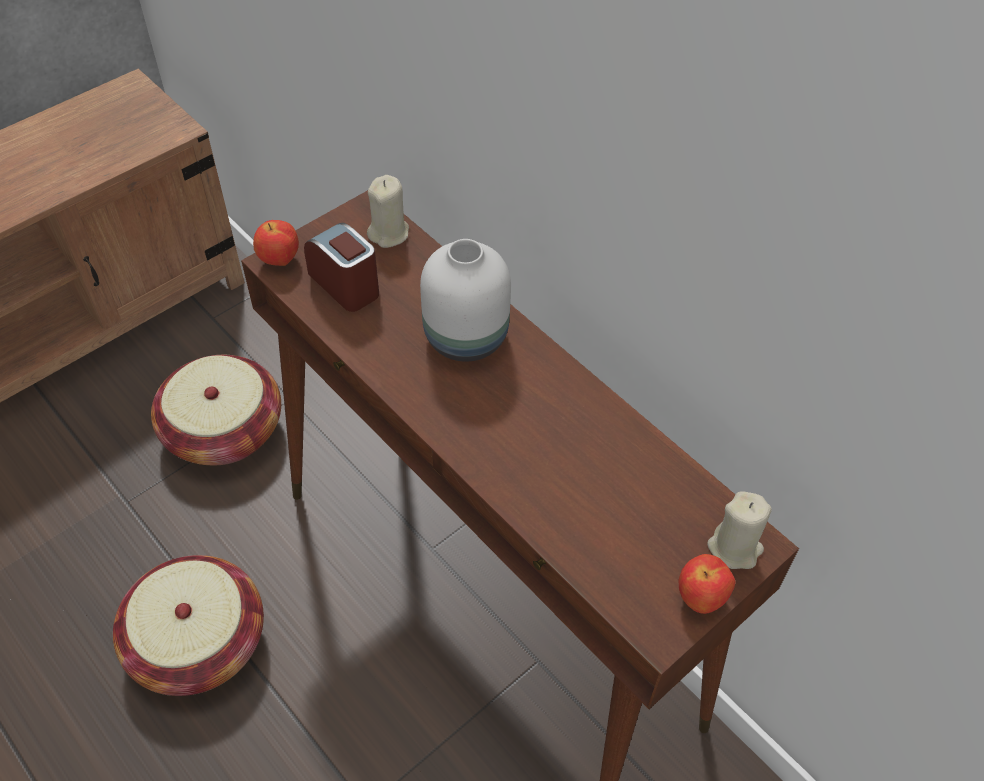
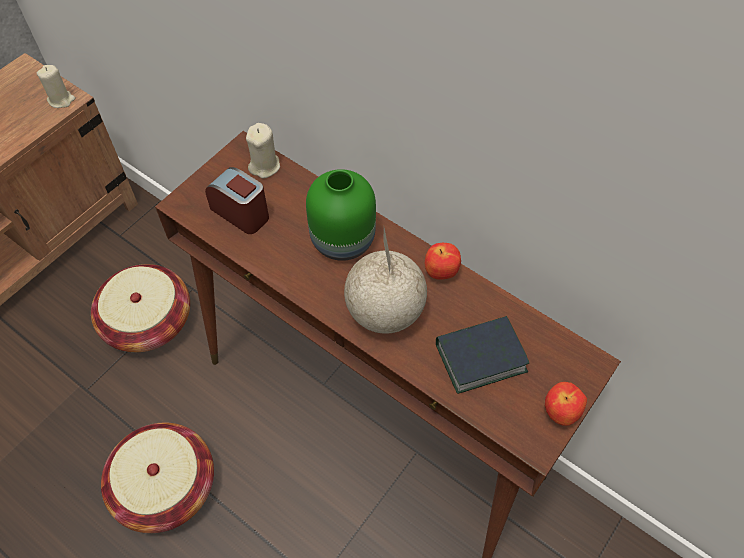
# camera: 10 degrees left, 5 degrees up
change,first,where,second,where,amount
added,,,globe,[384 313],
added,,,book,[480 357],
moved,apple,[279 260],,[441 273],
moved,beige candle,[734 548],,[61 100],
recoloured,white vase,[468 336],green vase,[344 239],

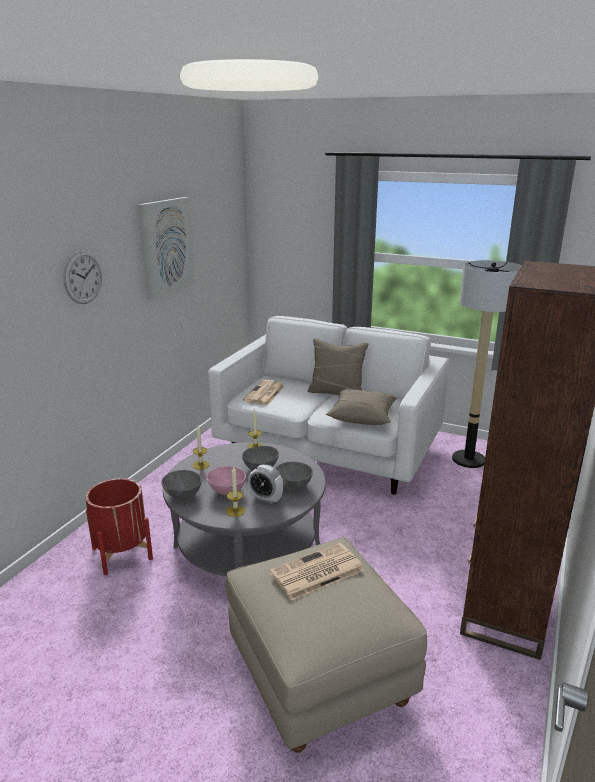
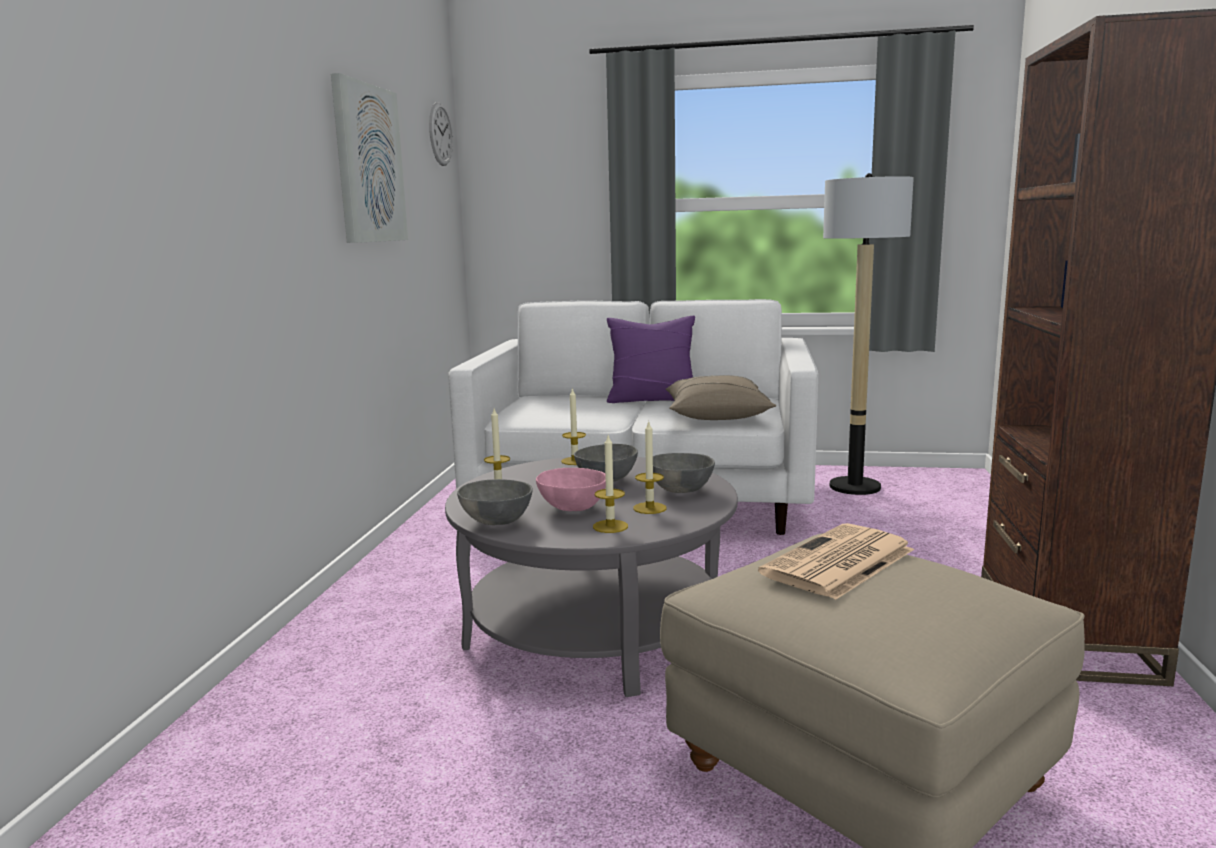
# camera: 15 degrees left, 10 degrees down
change,first,where,second,where,amount
removed,red planter,[122 553],,,
removed,newspaper,[264 393],,,
moved,wall clock,[83 277],,[440 134],
replaced,alarm clock,[266 499],candle,[649 508],
recoloured,beige pillow,[337 392],purple pillow,[652 399],

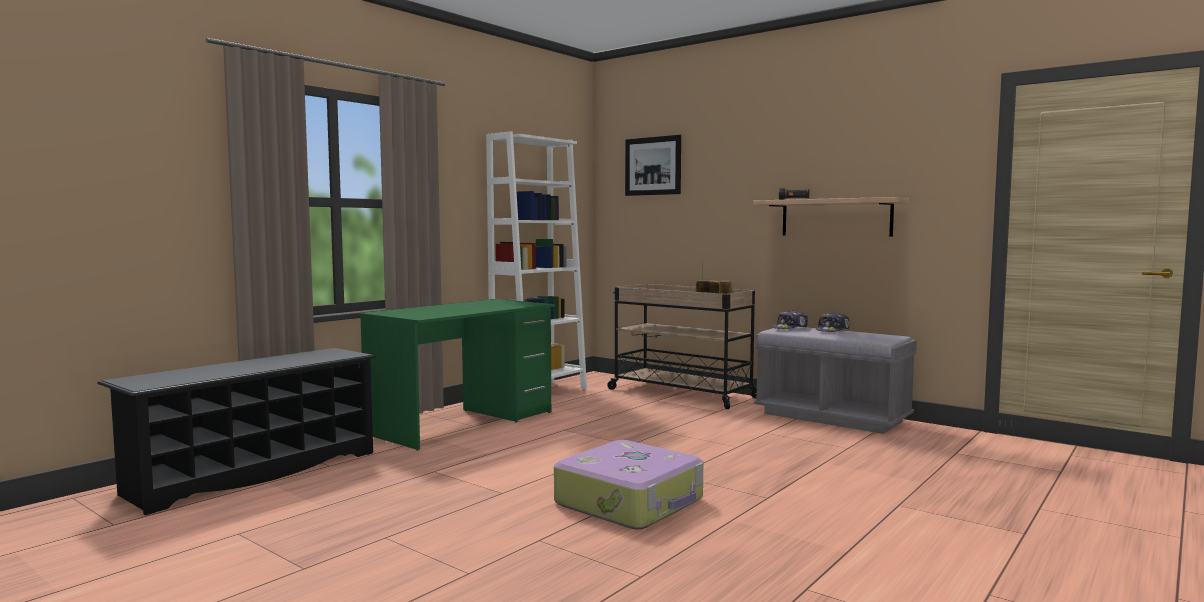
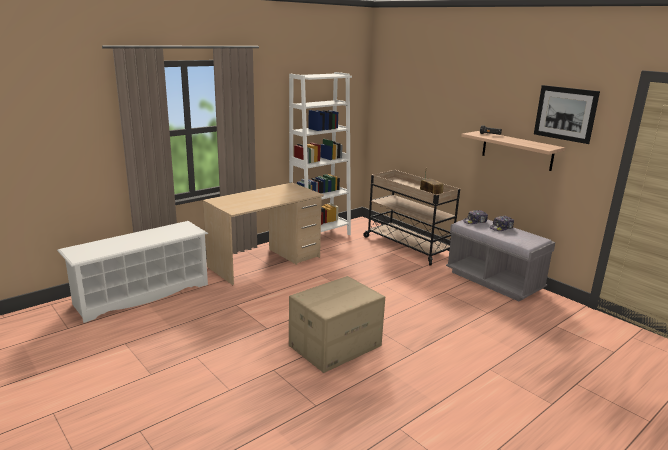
# camera: 10 degrees right, 15 degrees up
change,first,where,second,where,amount
moved,picture,[653 166],,[565 113],
replaced,suitcase,[631 502],cardboard box,[335 345],
recoloured,black shoe rack,[254 472],white shoe rack,[142 294],
recoloured,green desk,[463 423],beige desk,[265 262],

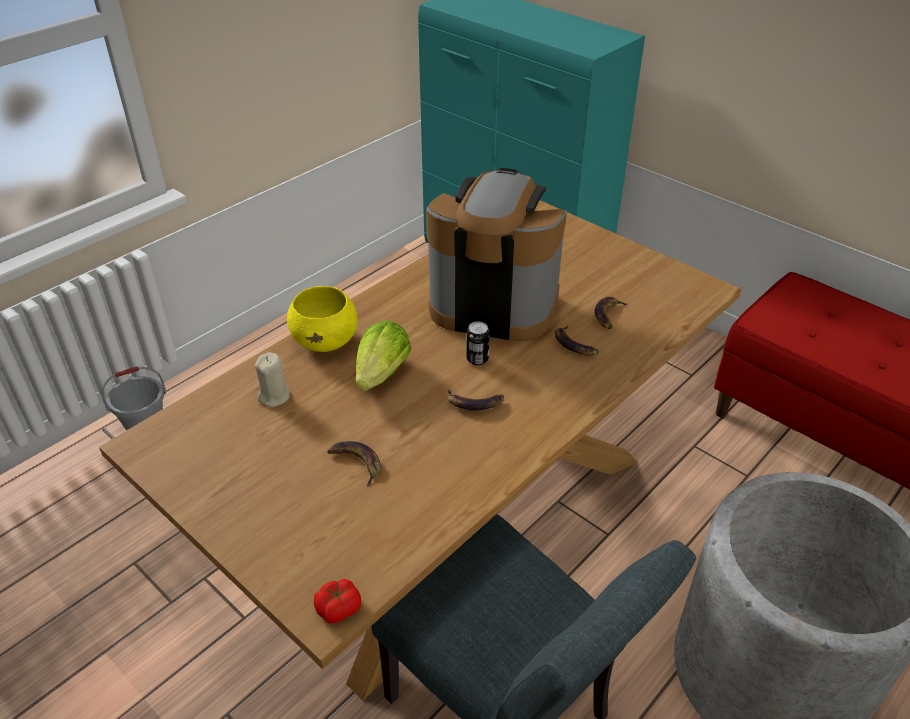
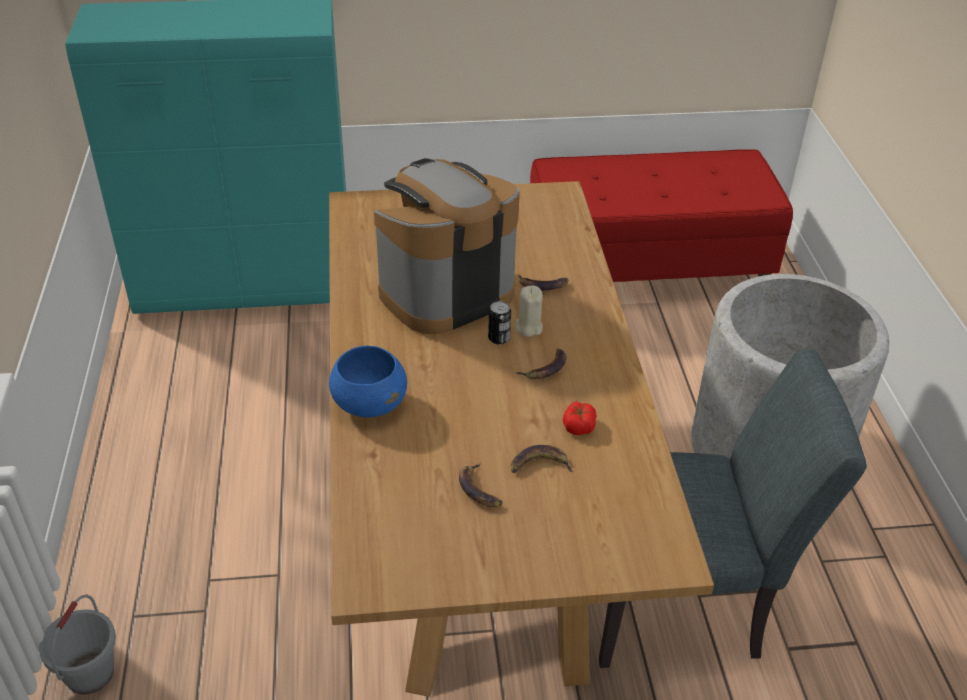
# camera: 50 degrees left, 0 degrees up
change,first,where,second,where,amount
removed,lettuce,[382 374],,,
moved,beige candle,[274 396],,[528 328],
moved,tomato,[338 608],,[578 426],
moved,banana,[608 315],,[479 489],
recoloured,yellow bowl,[326 341],blue bowl,[369 404],

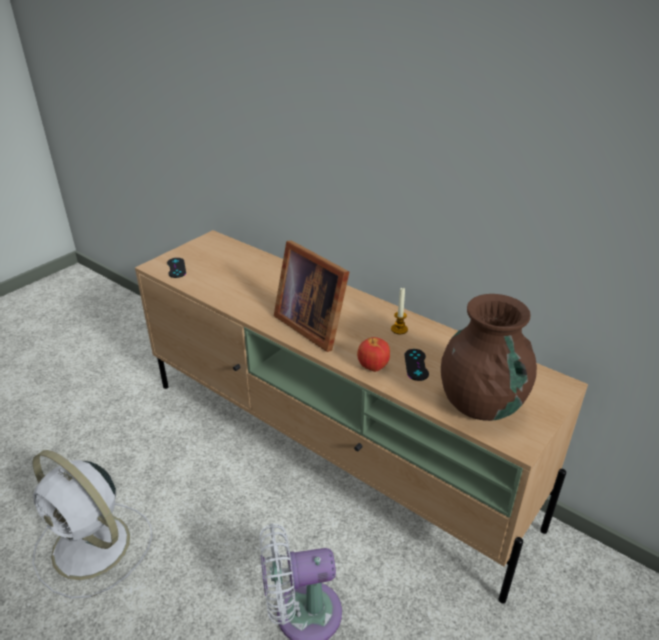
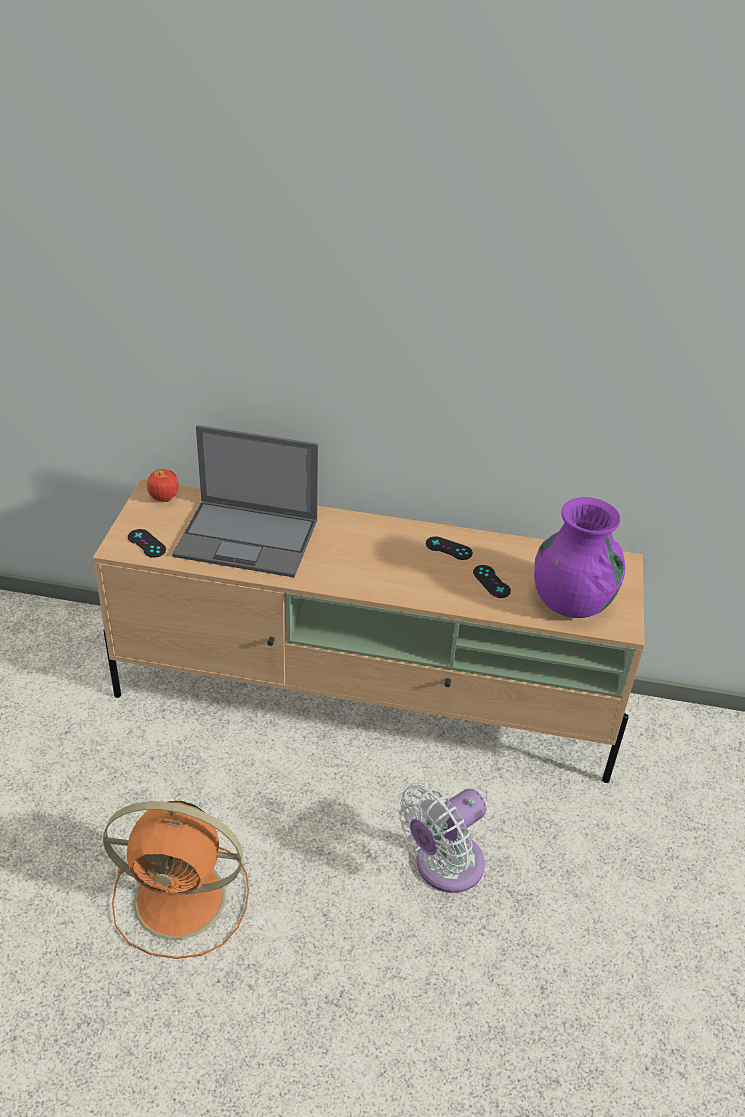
# camera: 30 degrees left, 5 degrees up
change,first,where,second,where,amount
removed,picture frame,[312 324],,,
added,,,laptop,[248 538],
moved,apple,[372 368],,[163 499],
replaced,candle,[399 329],black game controller,[449 548],
recoloured,white fan,[94 548],orange fan,[184 899],
recoloured,brown vase,[481 403],purple vase,[571 601],

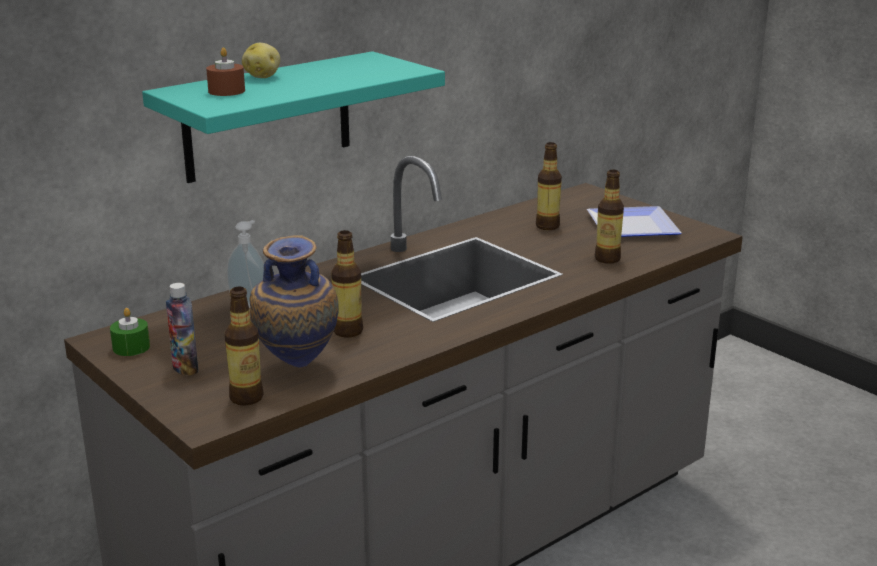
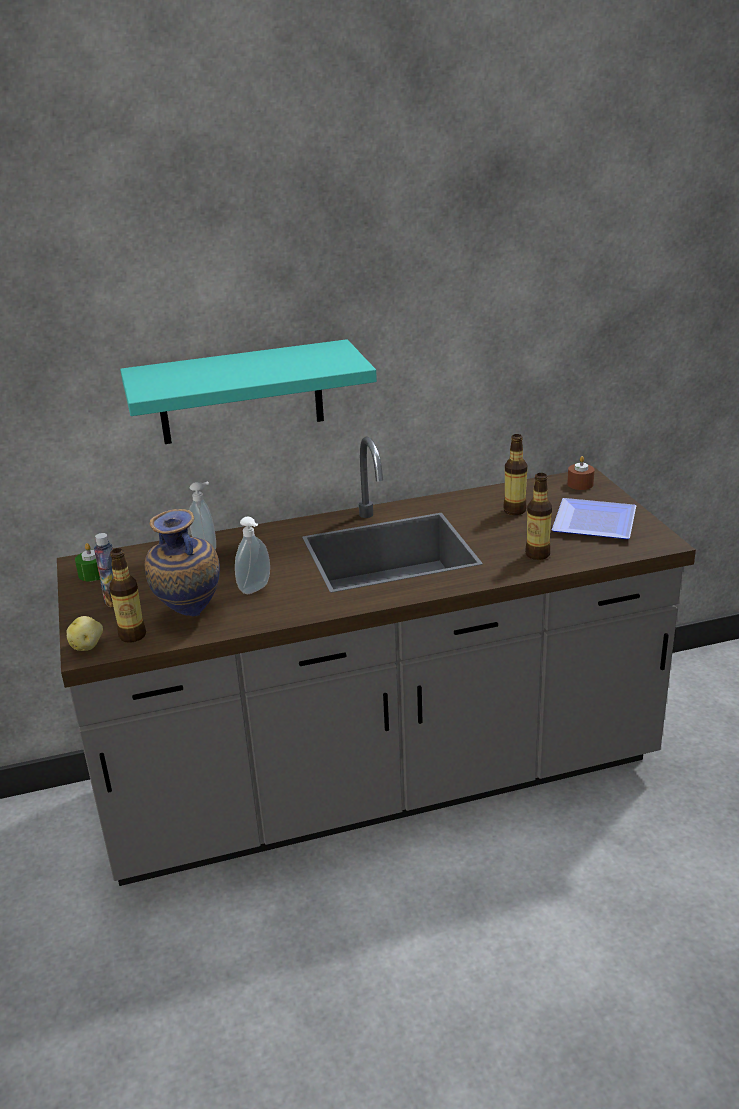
# camera: 25 degrees right, 5 degrees up
change,first,where,second,where,amount
moved,brown candle,[226 91],,[580 484],
moved,potato,[262 76],,[87 646],
replaced,bottle,[348 331],soap dispenser,[256 589],

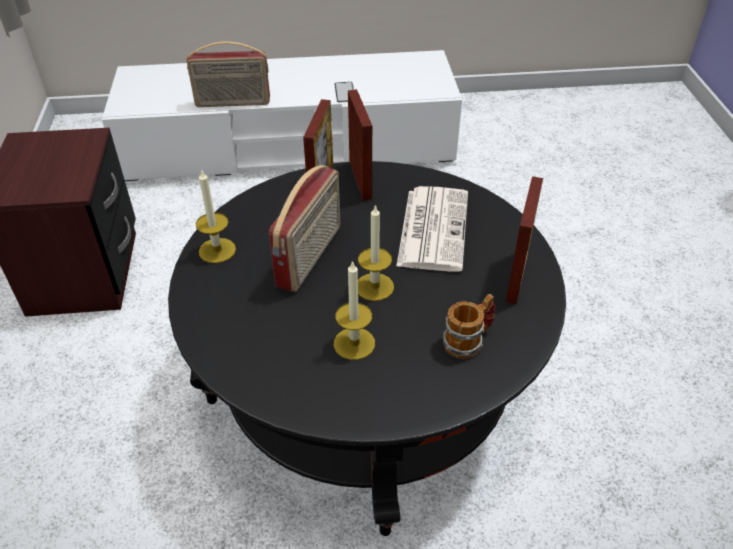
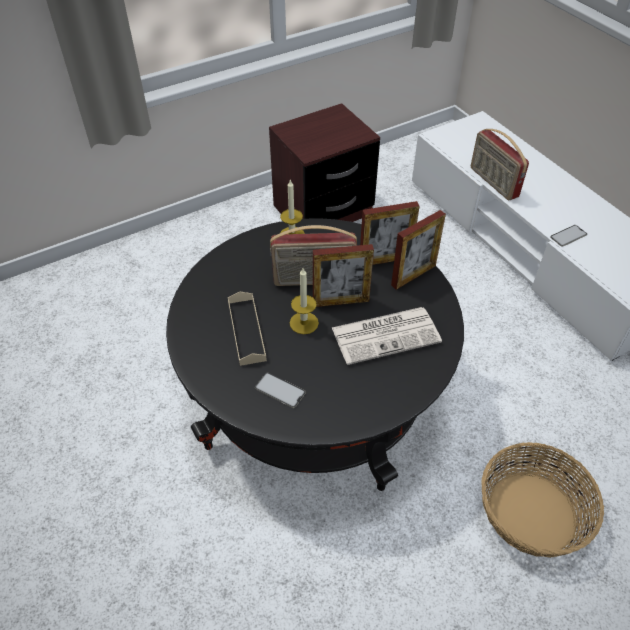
# camera: 65 degrees right, 5 degrees up
change,first,where,second,where,amount
added,,,basket,[532 513],
moved,picture frame,[517 277],,[341 301],
replaced,candle,[354 343],beige tray,[246 331],
replaced,mug,[468 341],phone,[280 390],

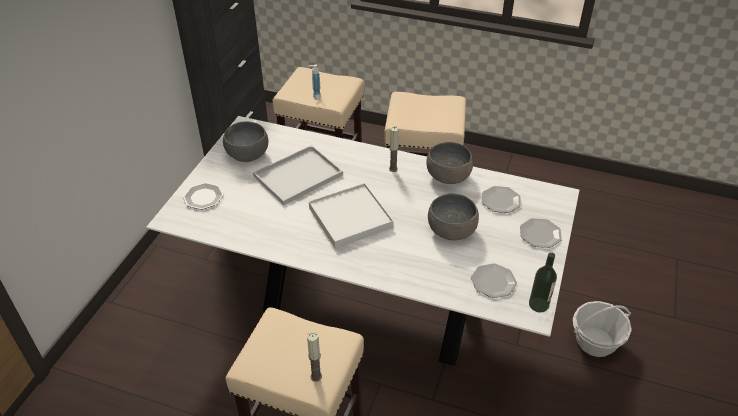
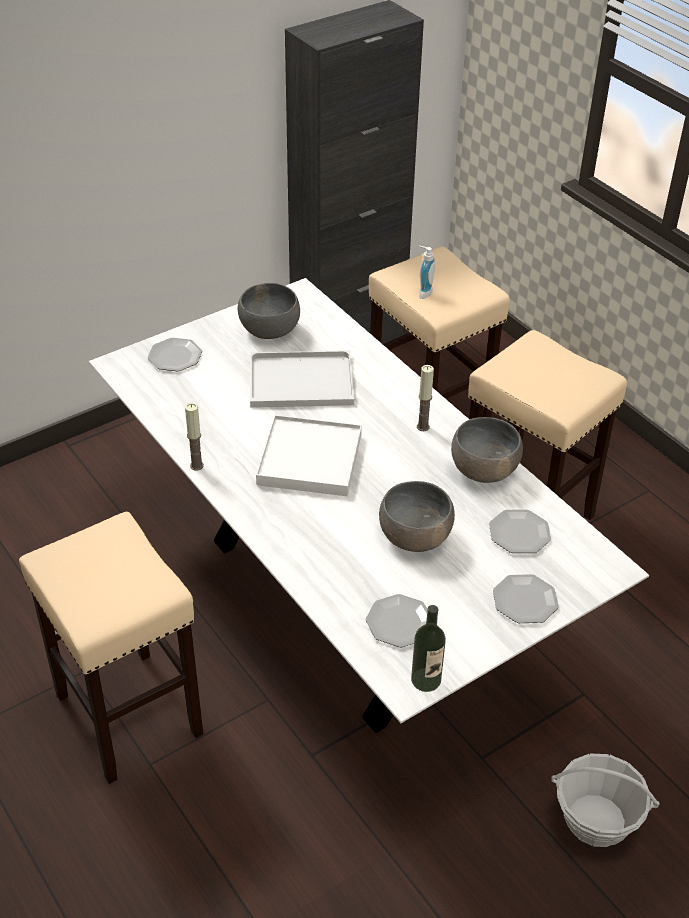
# camera: 35 degrees right, 0 degrees up
change,first,where,second,where,amount
moved,candle,[316 376],,[196 465],

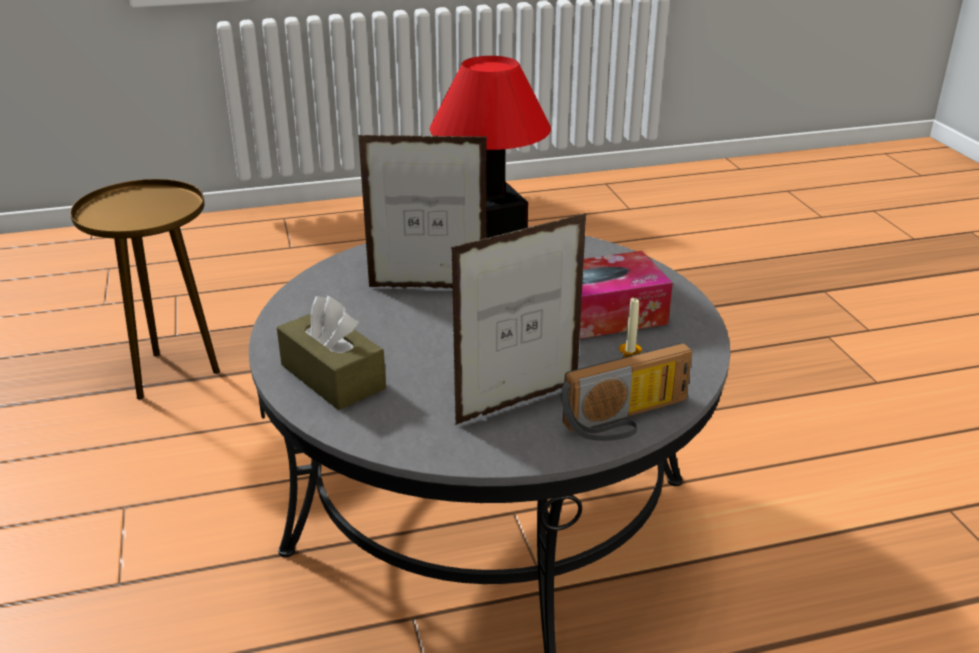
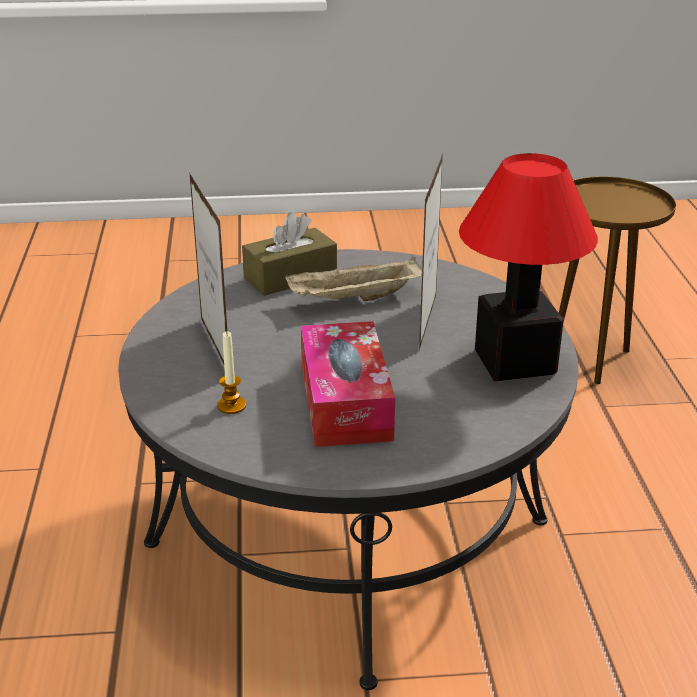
# camera: 100 degrees right, 0 degrees up
change,first,where,second,where,amount
removed,radio,[628 420],,,
added,,,beige tray,[354 299],

